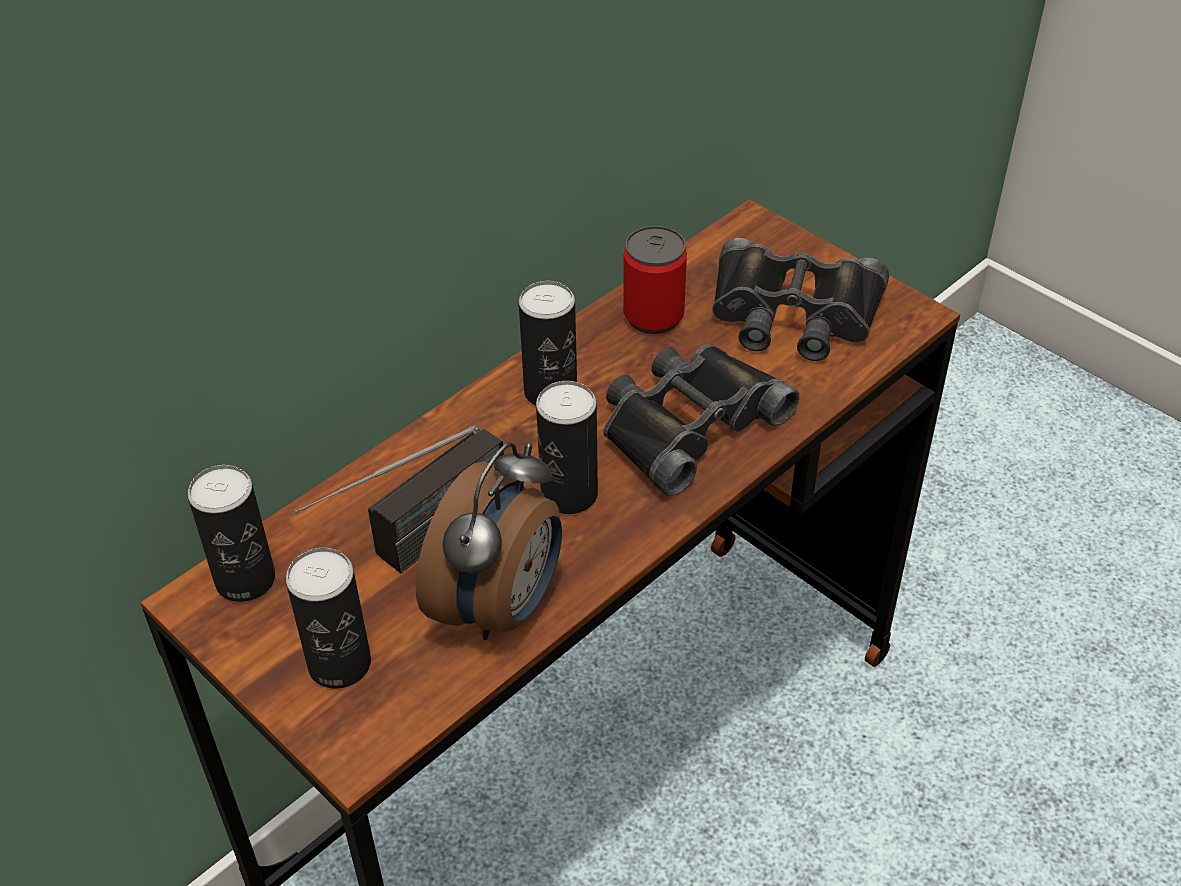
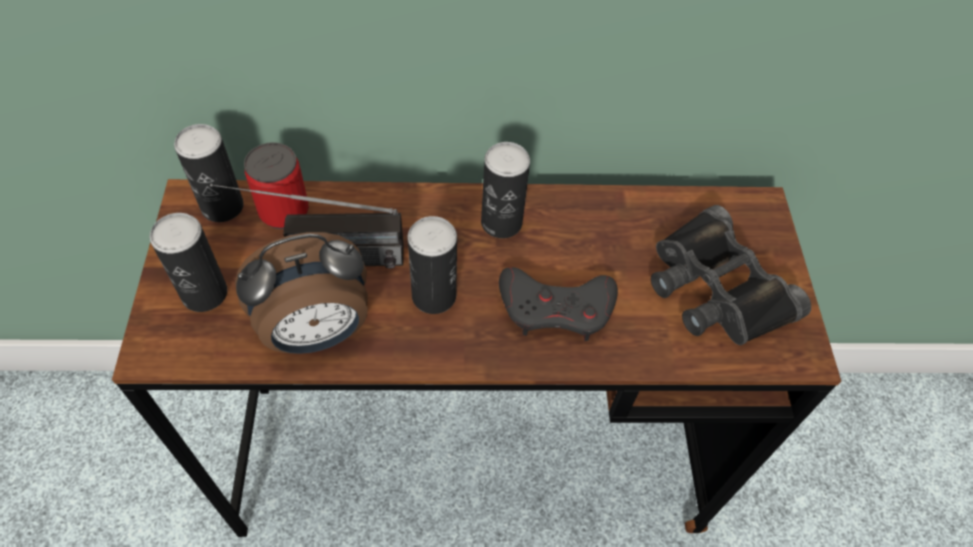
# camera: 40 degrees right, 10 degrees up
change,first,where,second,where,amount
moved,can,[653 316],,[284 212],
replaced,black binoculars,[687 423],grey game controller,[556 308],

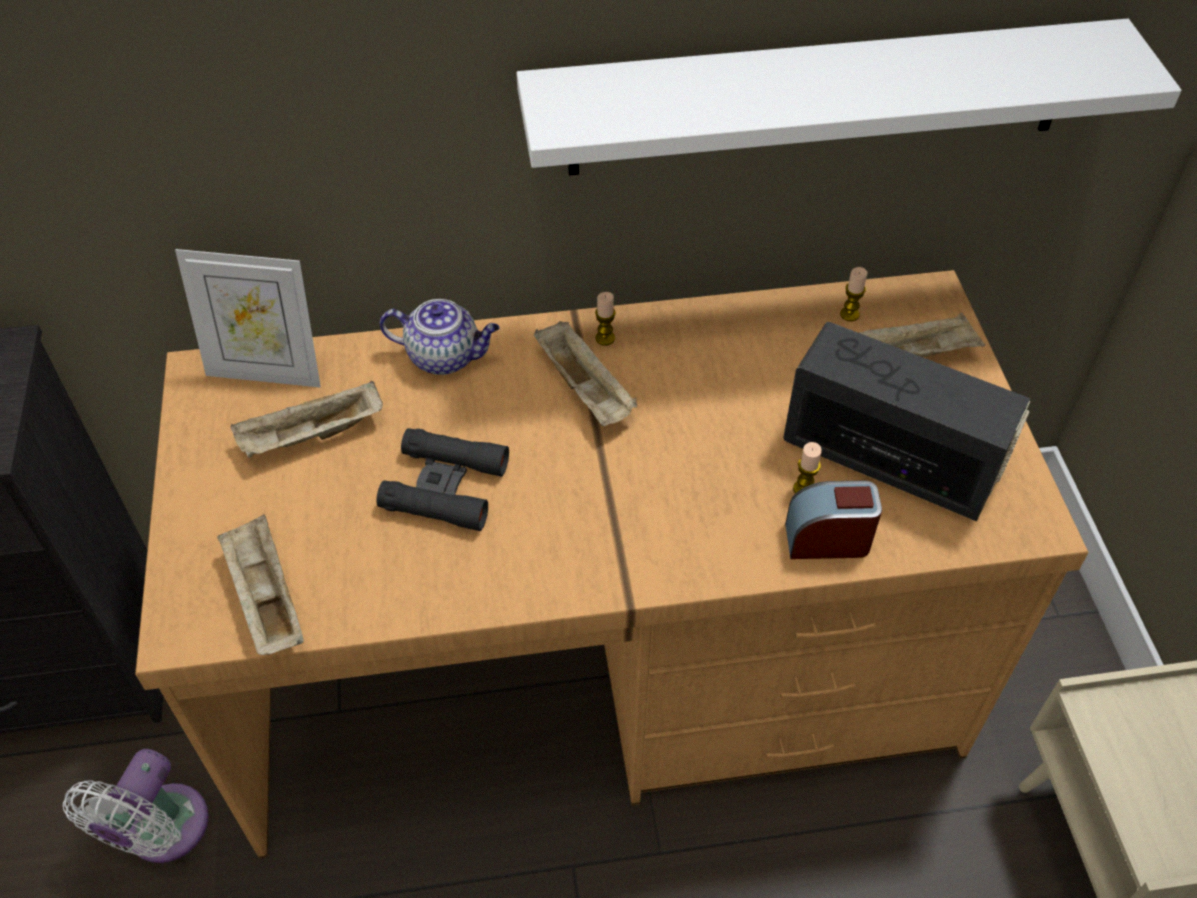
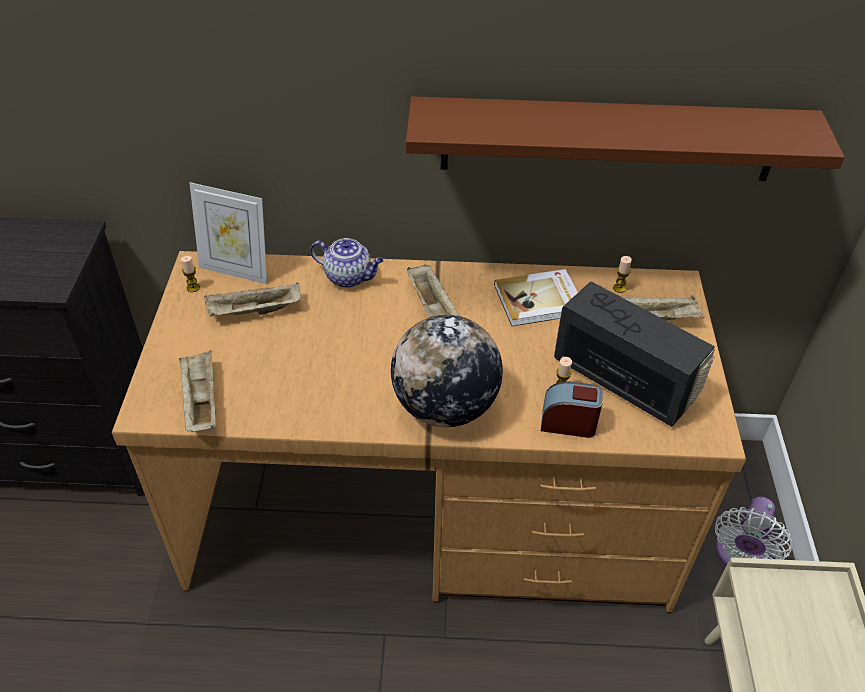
# camera: 10 degrees right, 5 degrees down
change,first,where,second,where,amount
removed,black binoculars,[445 486],,,
added,,,globe,[445 407],
added,,,book,[539 300],
moved,white fan,[162 832],,[739 556],
moved,candle,[605 338],,[193 287],
recoloured,white shelf,[820 98],brown shelf,[608 139],

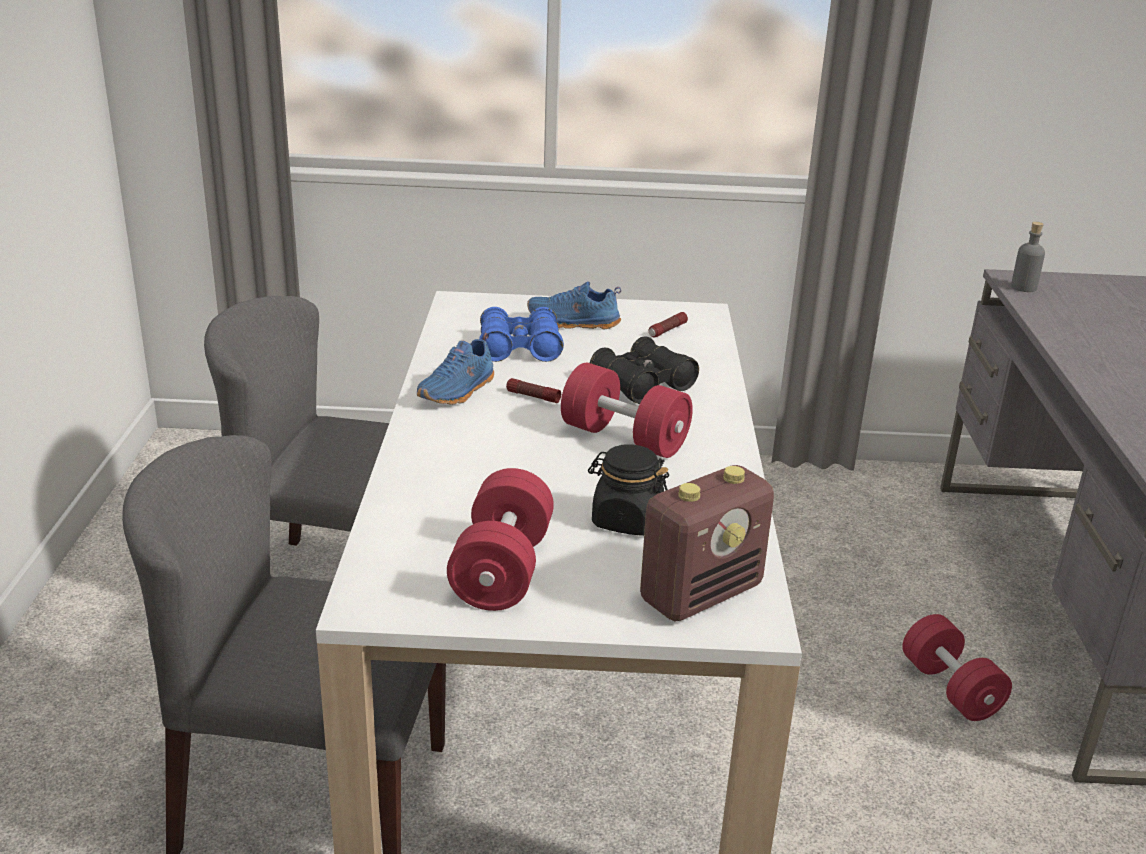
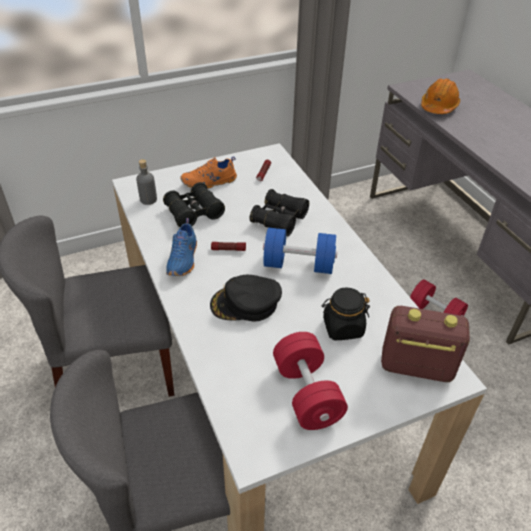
# camera: 25 degrees left, 15 degrees up
change,first,where,second,where,amount
added,,,black cap,[246 303],
added,,,orange hard hat,[438 106],
moved,grey bottle,[1023 287],,[148 199],
recoloured,blue binoculars,[519 348],black binoculars,[194 213],
recoloured,blue shoe,[573 323],orange shoe,[209 183],
recoloured,red dumbbell,[624 438],blue dumbbell,[298 265],
turned,radio,[701 593],,[415 367],105 degrees counterclockwise

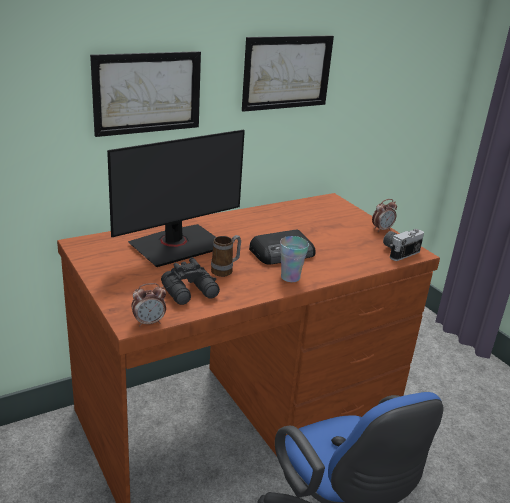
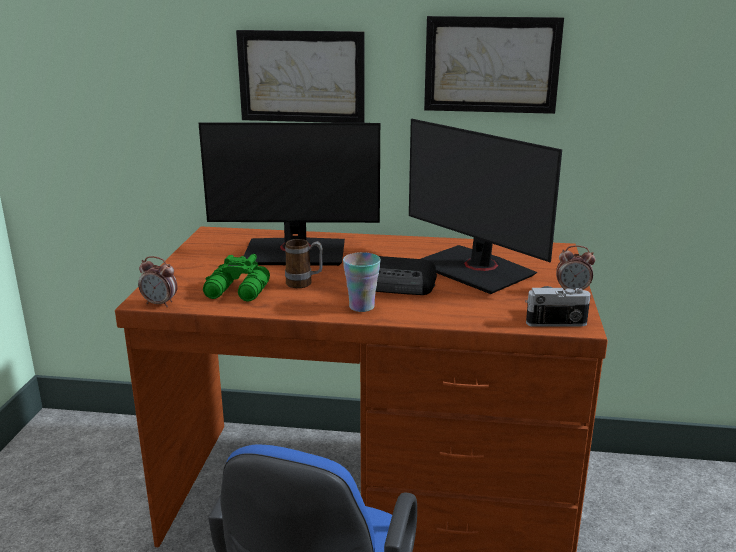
# camera: 40 degrees right, 5 degrees down
change,first,where,second,where,amount
added,,,monitor,[475 270],
recoloured,black binoculars,[191 292],green binoculars,[238 292],

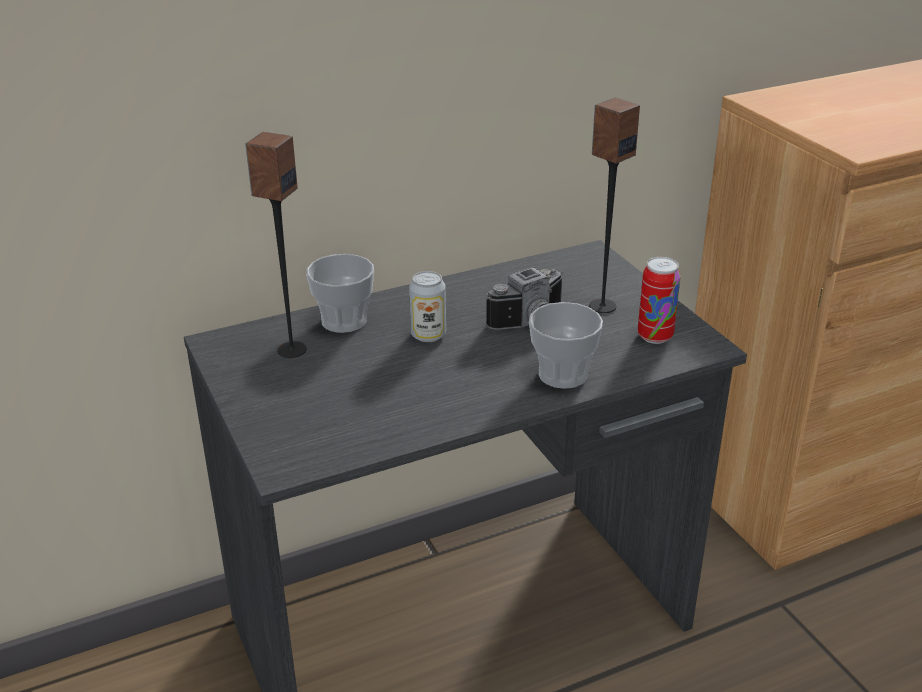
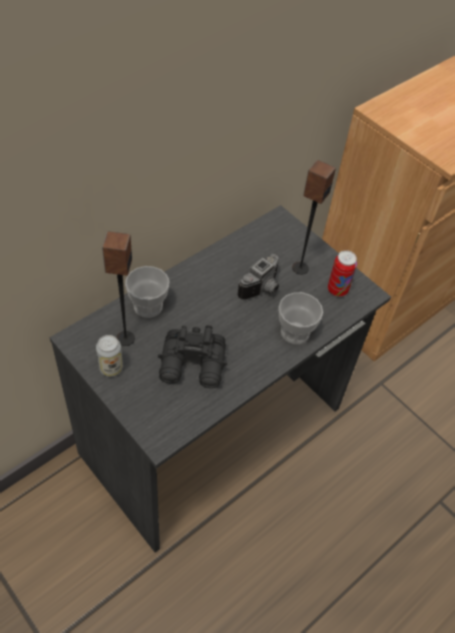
# camera: 20 degrees left, 20 degrees up
change,first,where,second,where,amount
added,,,black binoculars,[193 366],
moved,can,[428 335],,[111 368],

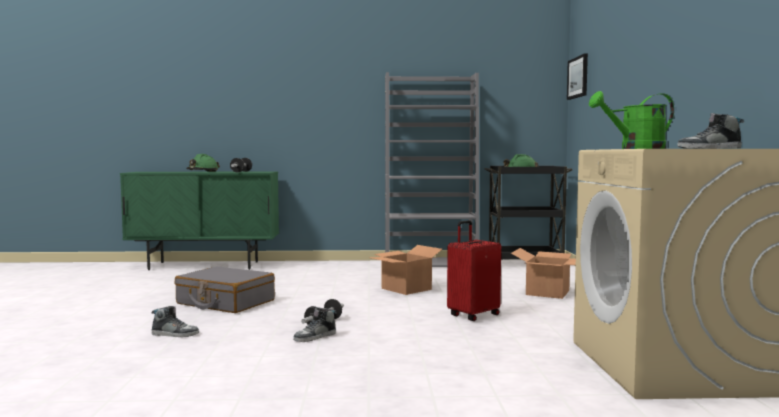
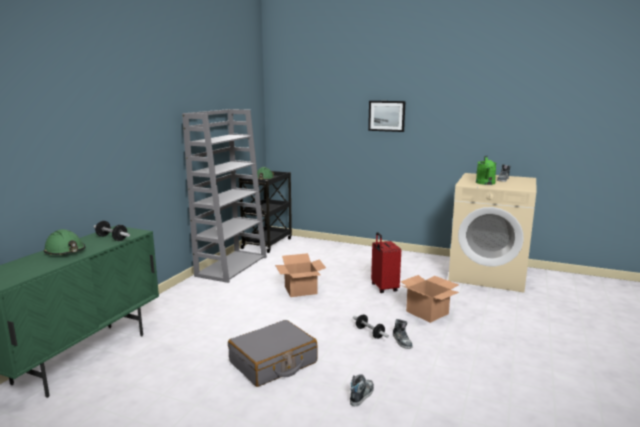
# camera: 65 degrees left, 10 degrees up
change,first,where,second,where,amount
moved,cardboard box,[547 292],,[426 312],
moved,picture,[578 77],,[386 116],

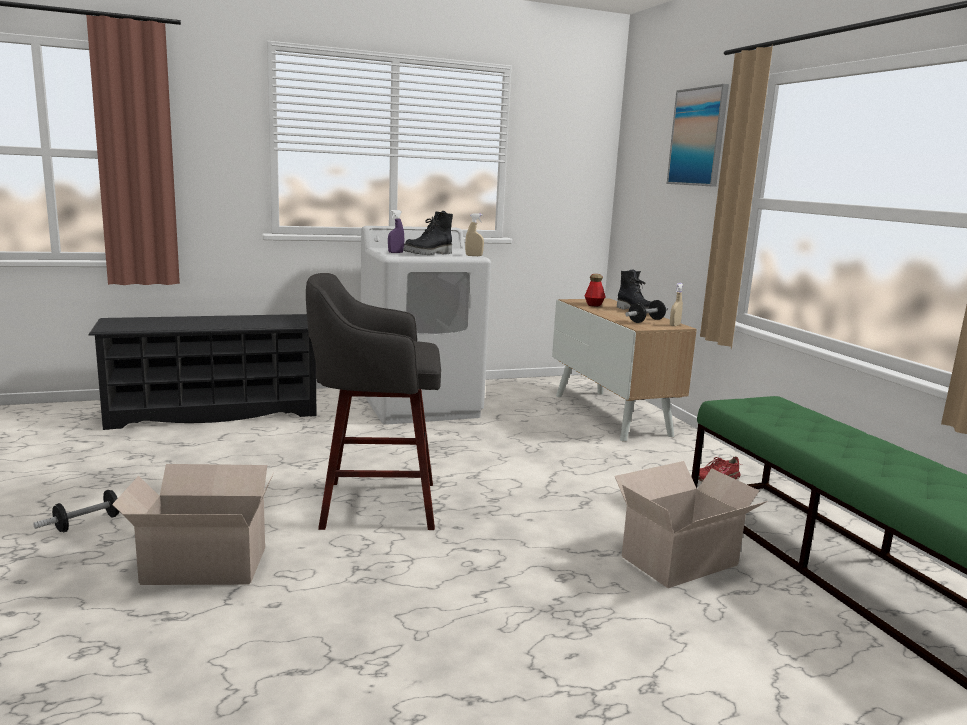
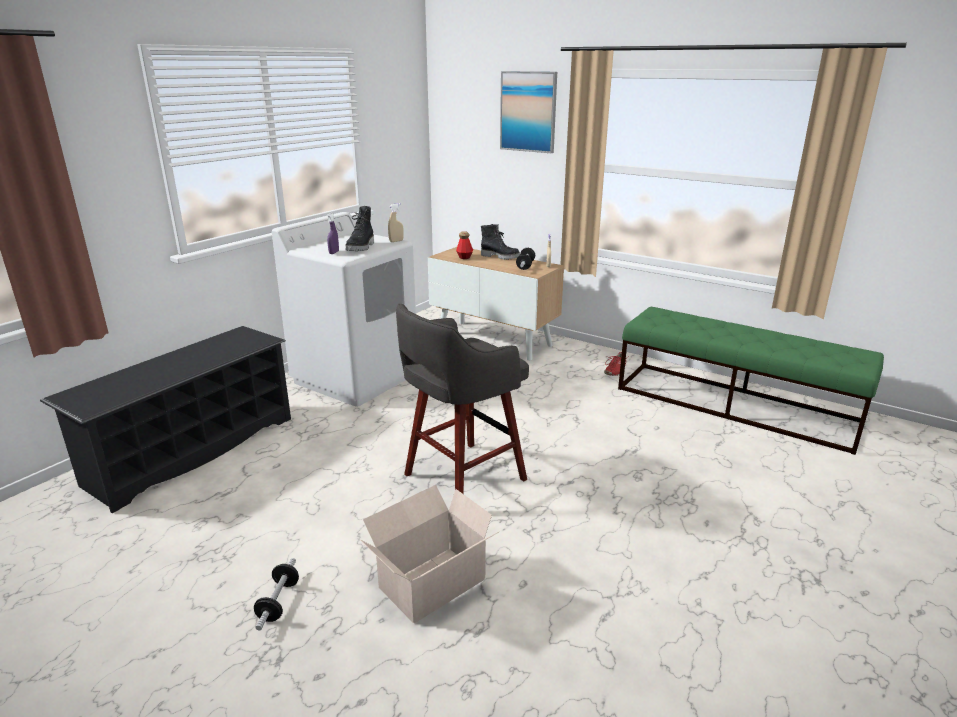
# camera: 35 degrees left, 10 degrees up
change,first,where,second,where,amount
removed,cardboard box,[682 560],,,

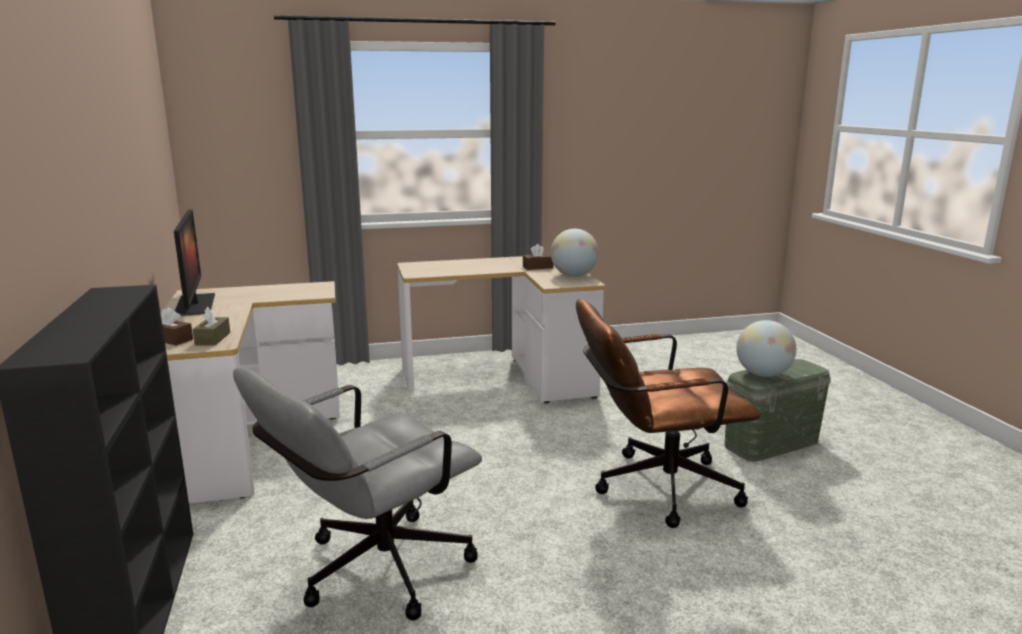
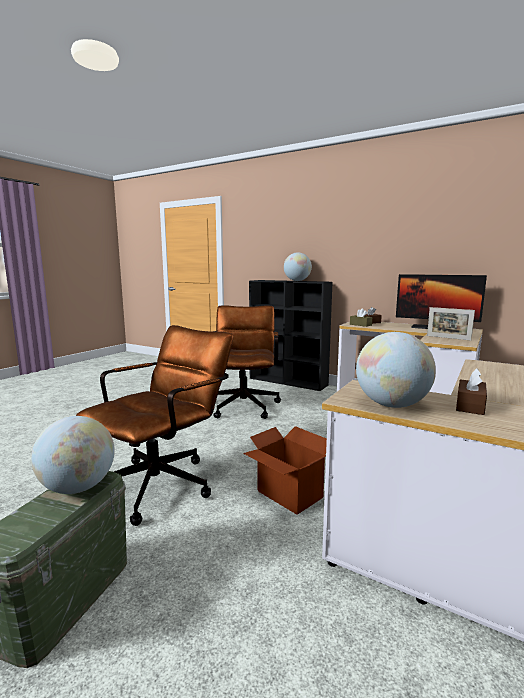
# camera: 135 degrees right, 5 degrees down
change,first,where,second,where,amount
added,,,cardboard box,[289 495],
added,,,globe,[297 281],
added,,,picture frame,[448 338],
recoloured,grey office chair,[371 573],brown office chair,[244 404],

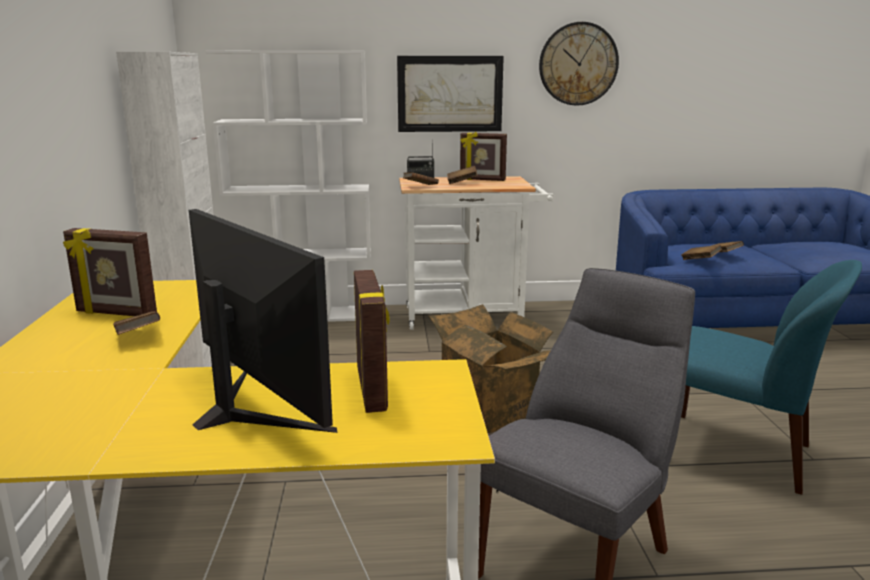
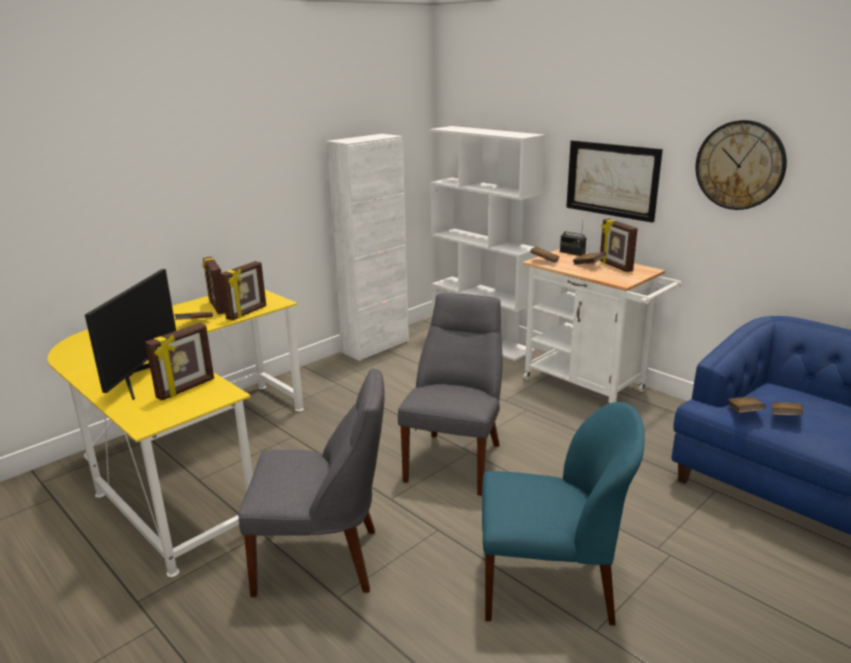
# camera: 50 degrees right, 5 degrees up
change,first,where,second,where,amount
added,,,picture frame,[247 313],
replaced,cardboard box,[493 411],grey chair,[456 459],
turned,blue chair,[739 453],,[549 586],75 degrees counterclockwise

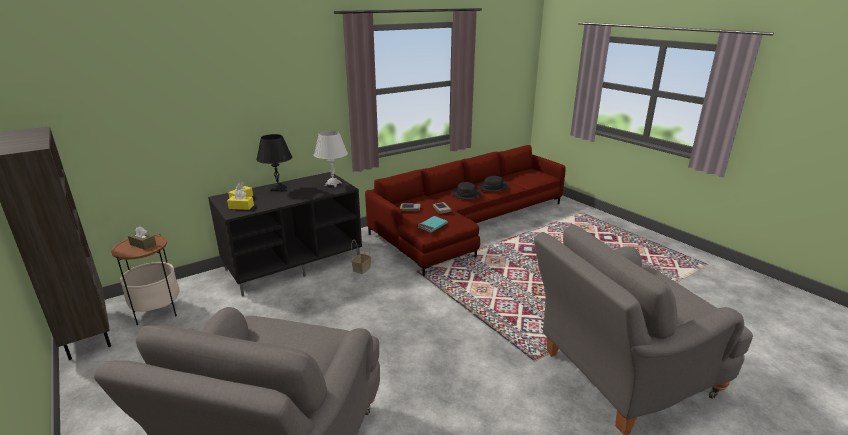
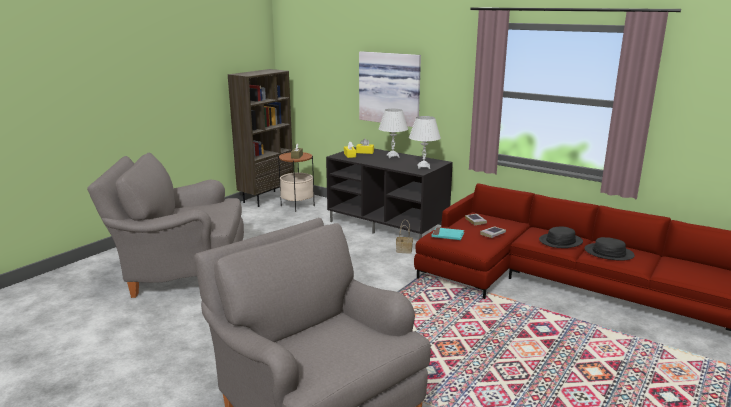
# camera: 70 degrees right, 5 degrees down
change,first,where,second,where,amount
added,,,picture,[390 88],
recoloured,black table lamp,[278 189],white table lamp,[392 156],

